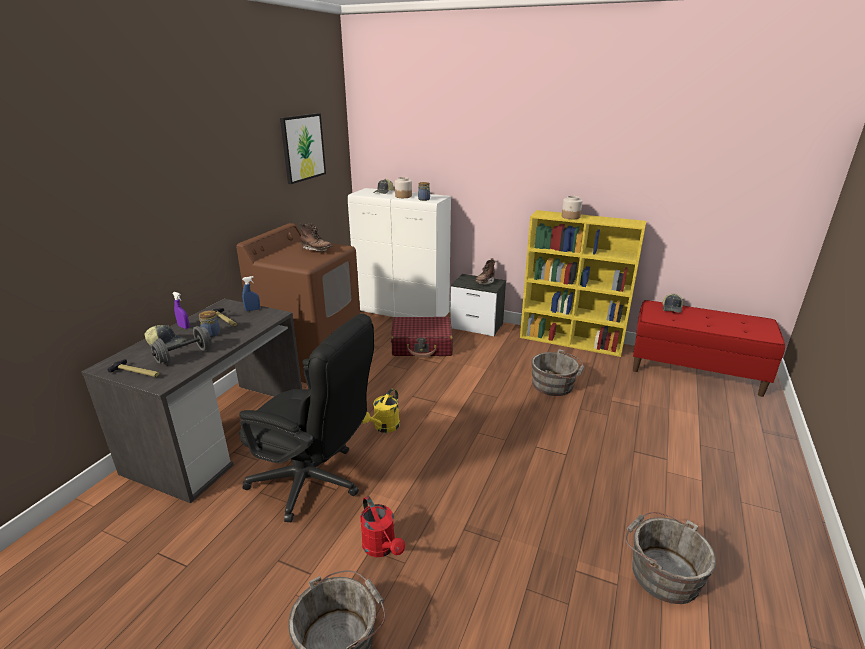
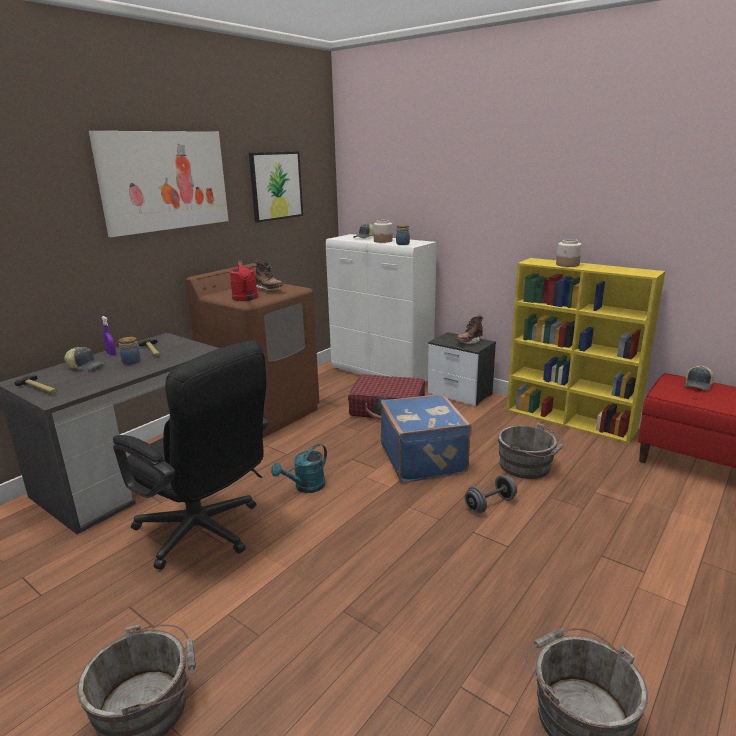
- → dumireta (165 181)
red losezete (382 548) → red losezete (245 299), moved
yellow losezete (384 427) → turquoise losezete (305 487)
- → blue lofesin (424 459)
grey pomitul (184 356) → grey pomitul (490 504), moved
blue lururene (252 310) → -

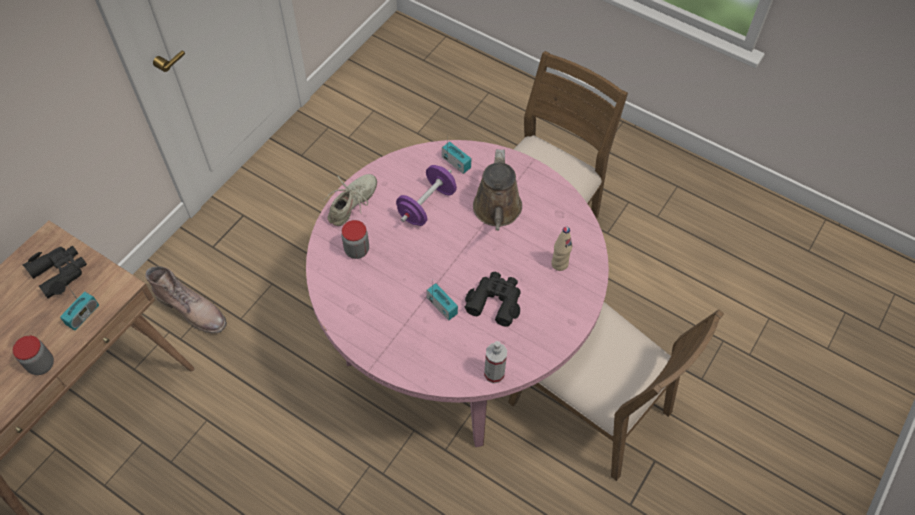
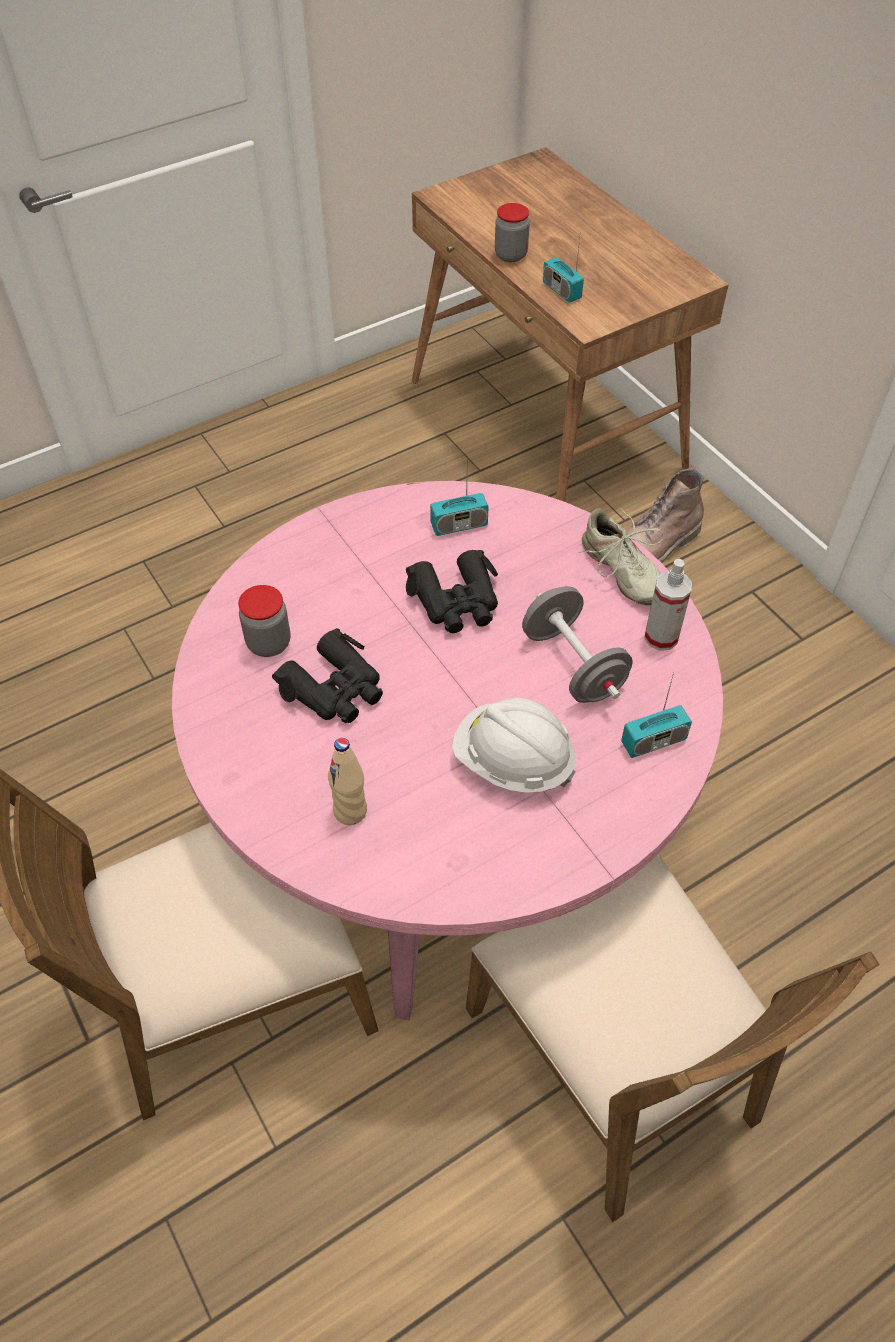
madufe (357 250) → madufe (269 643), moved
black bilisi (60 272) → black bilisi (456 601), moved
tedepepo (442 306) → tedepepo (459 525), moved
brown losezete (497 211) → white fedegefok (512 762)
purple pomitul (427 205) → grey pomitul (573 665)
lururene (494 373) → lururene (661 637), moved

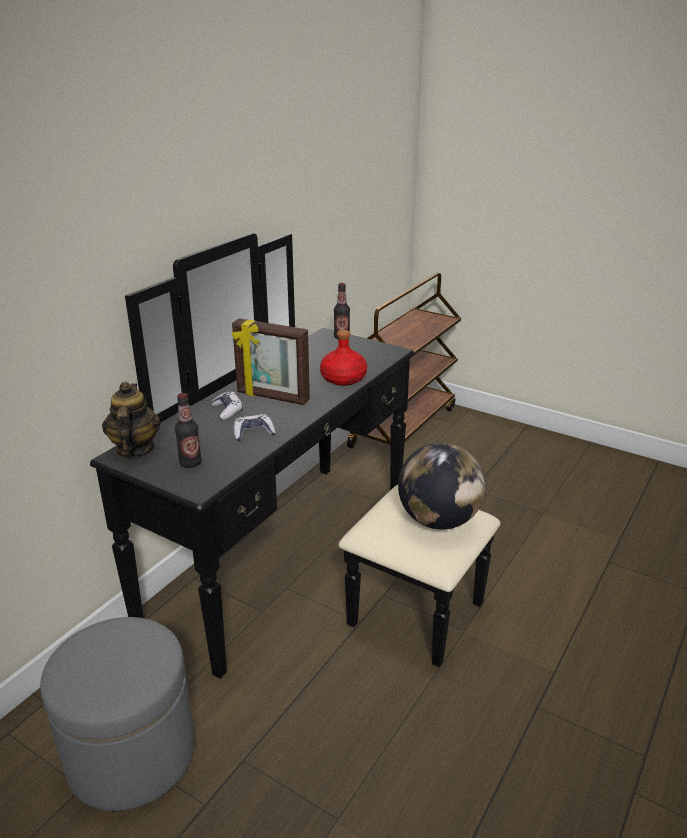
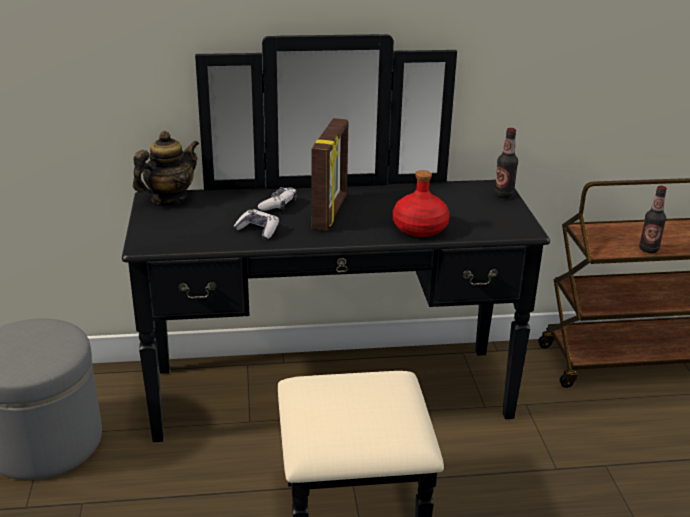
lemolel (272 397) → lemolel (331 213), 150 degrees counterclockwise
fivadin (190 463) → fivadin (648 249), moved
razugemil (438 520) → -

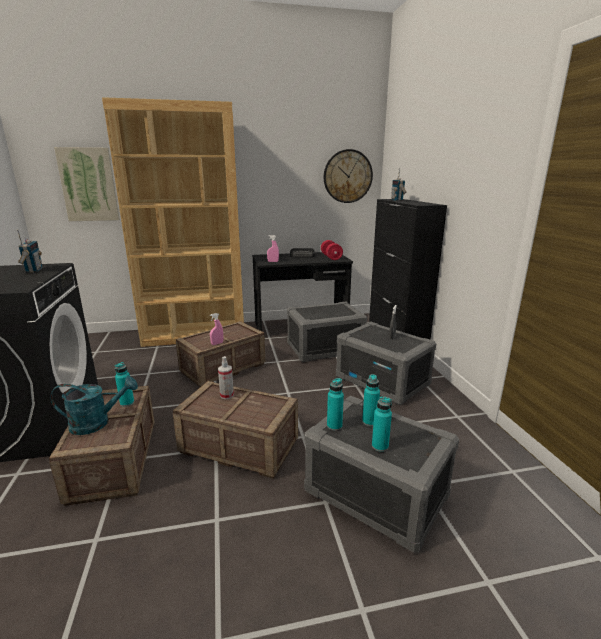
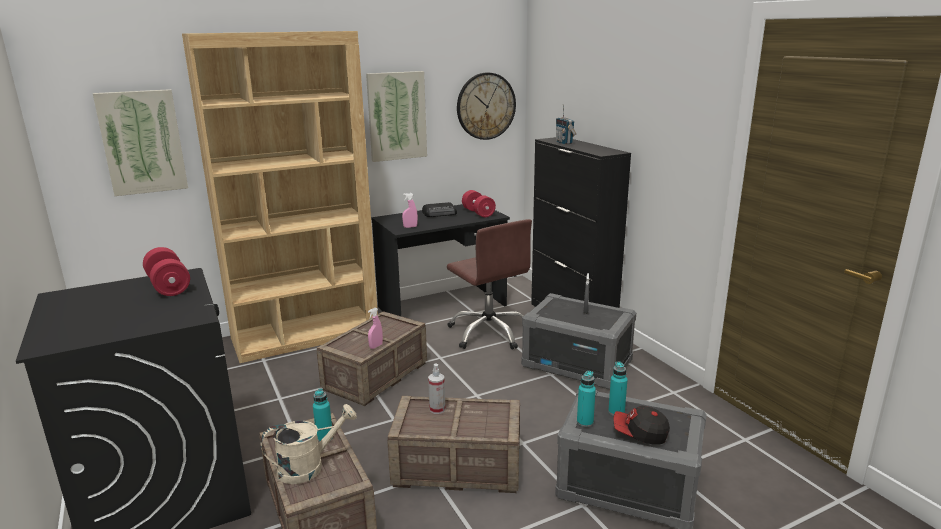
tedepepo (33 270) → red pomitul (168 286)
turquoise losezete (97 423) → beige losezete (309 467)
- → dumireta (396 116)
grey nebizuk (324 348) → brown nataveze (489 332)
turquoise fivadin (380 446) → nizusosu (640 434)

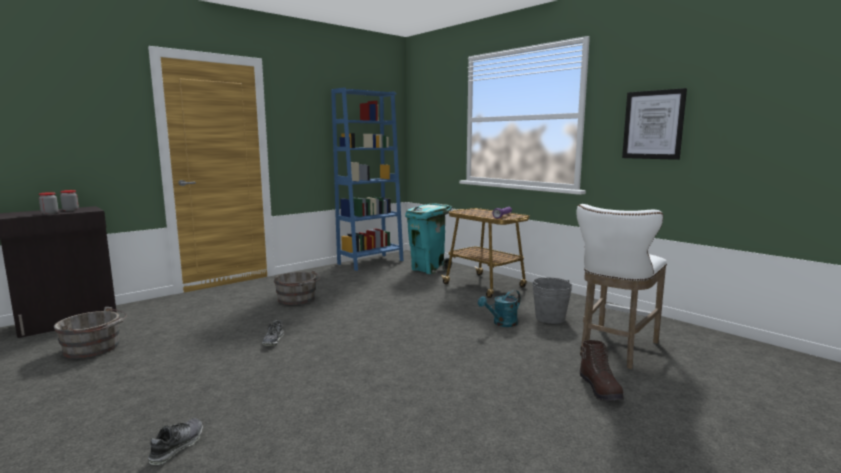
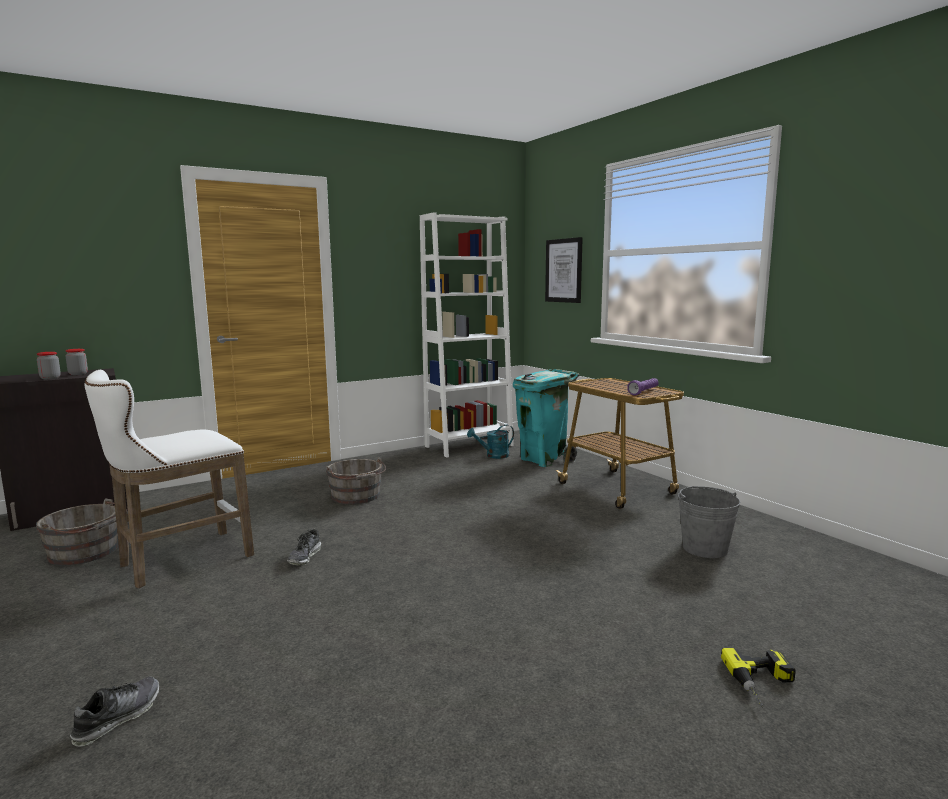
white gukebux (615 349) → white gukebux (179 561), moved
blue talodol (370 262) → white talodol (469 446)
turquoise losezete (501 323) → turquoise losezete (493 456), moved
dumireta (653 125) → dumireta (564 270), moved
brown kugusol (600 389) → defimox (764 685)

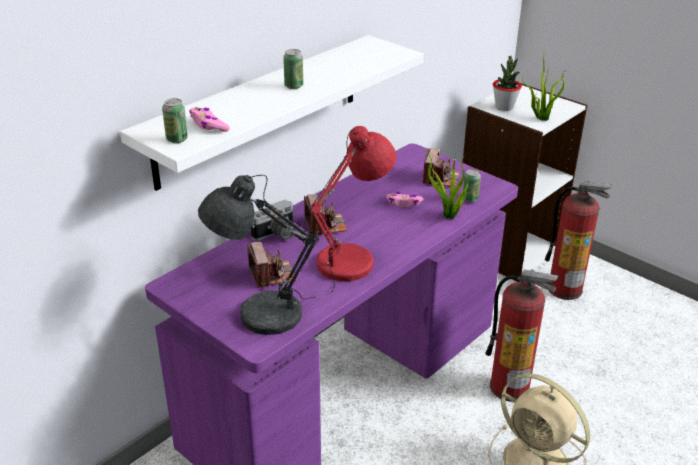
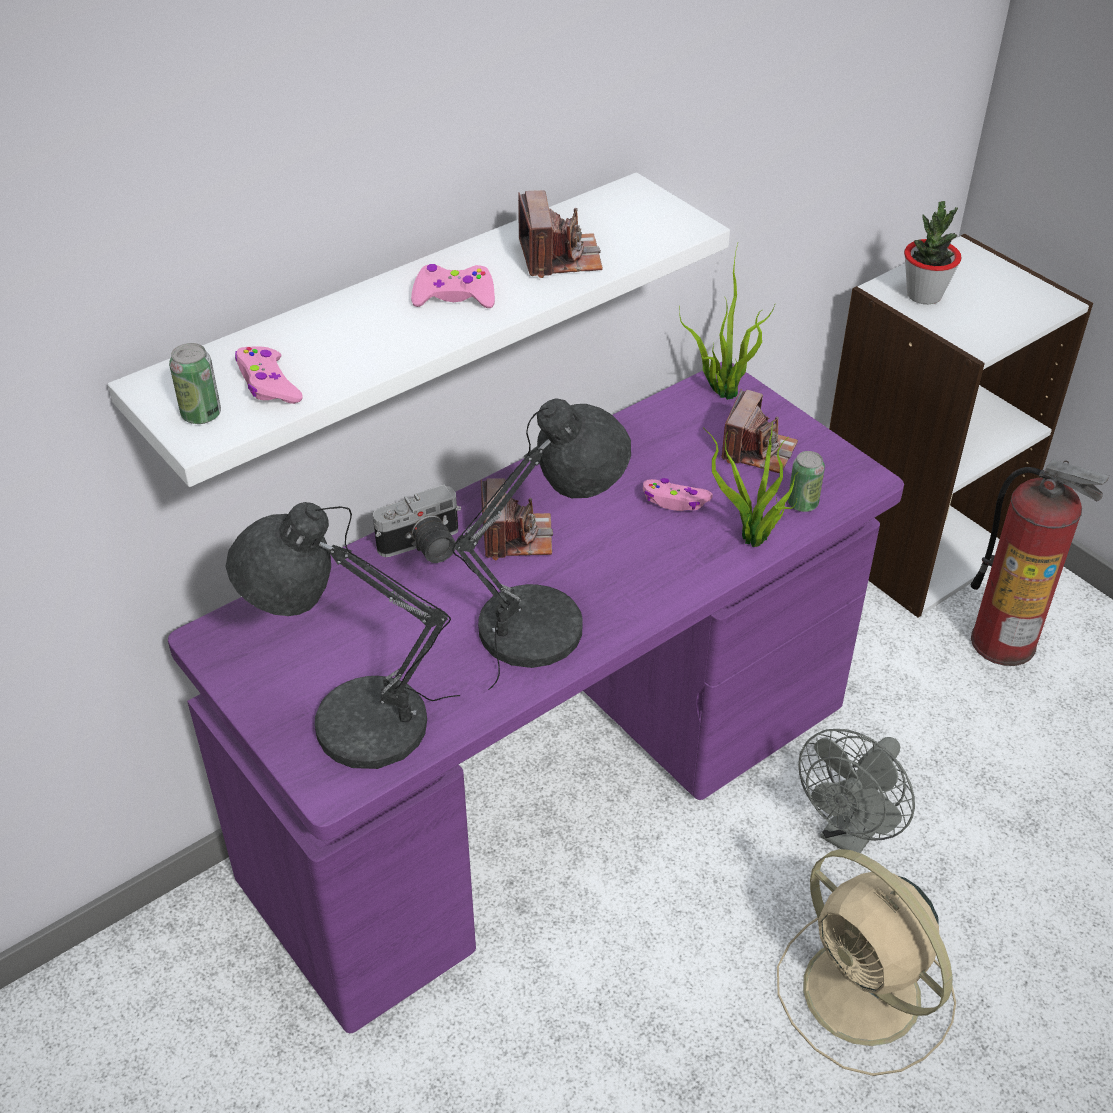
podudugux (293 86) → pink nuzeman (454 297)
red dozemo (351 261) → grey dozemo (544 624)
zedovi (272 275) → zedovi (559 257), moved
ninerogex (540 118) → ninerogex (722 390), moved
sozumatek (510 387) → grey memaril (850 835)

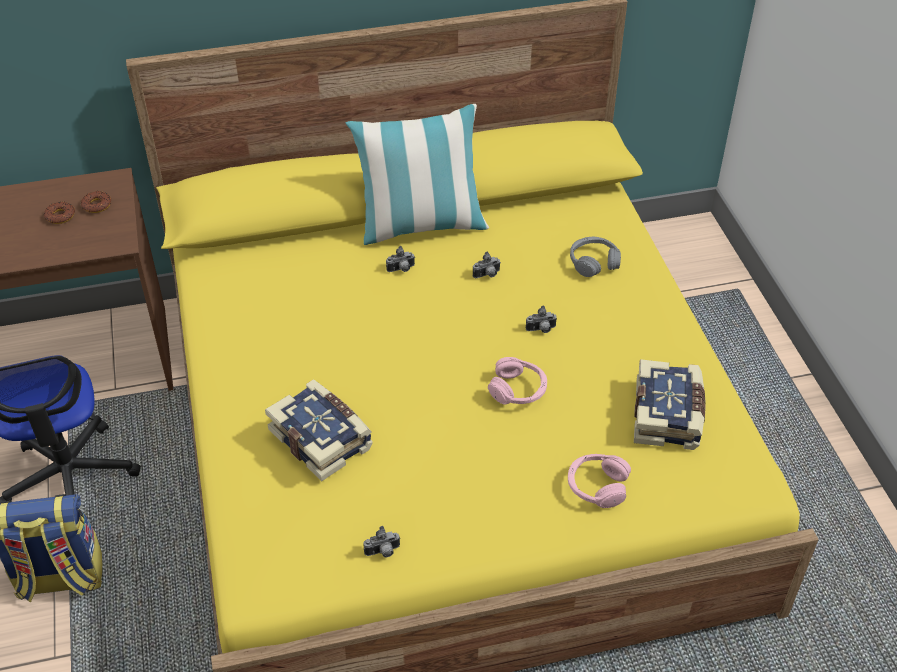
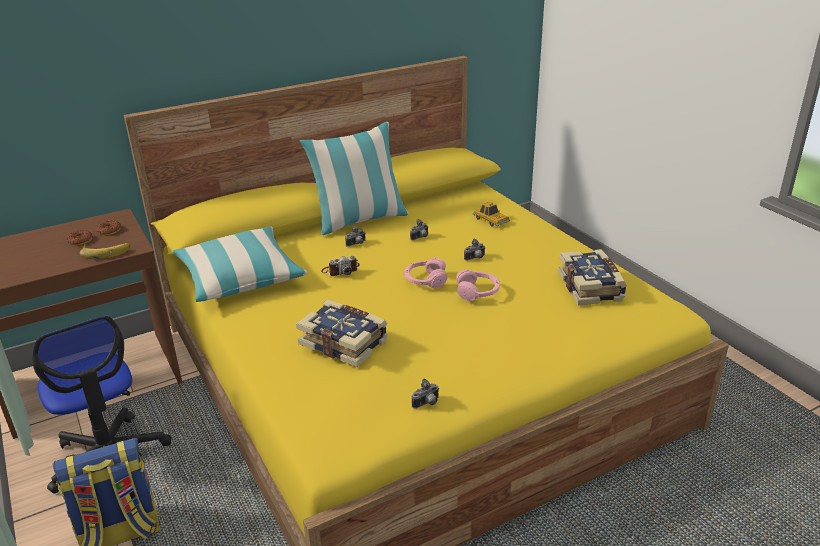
- → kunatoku (105 251)
- → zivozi (240 277)
- → zedovi (340 270)
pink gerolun (597 486) → pink gerolun (425 280), moved
grey gerolun (593 262) → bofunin (491 220)

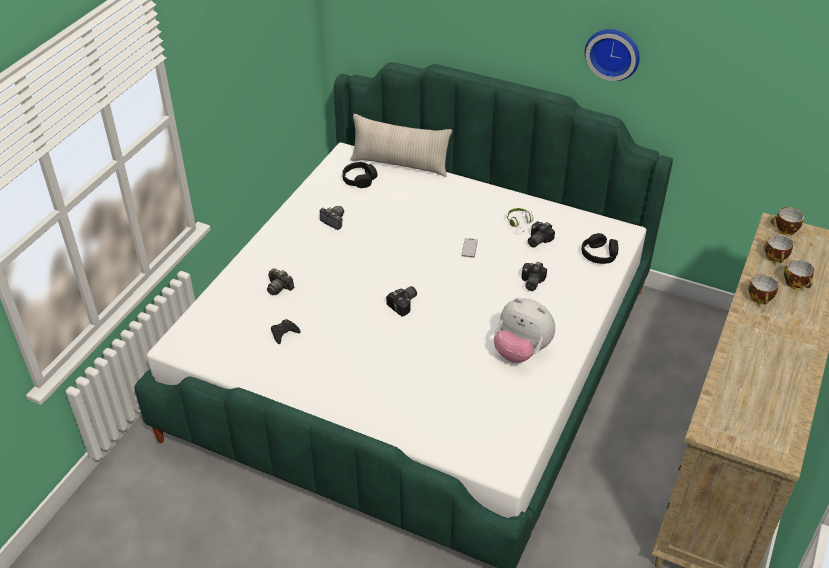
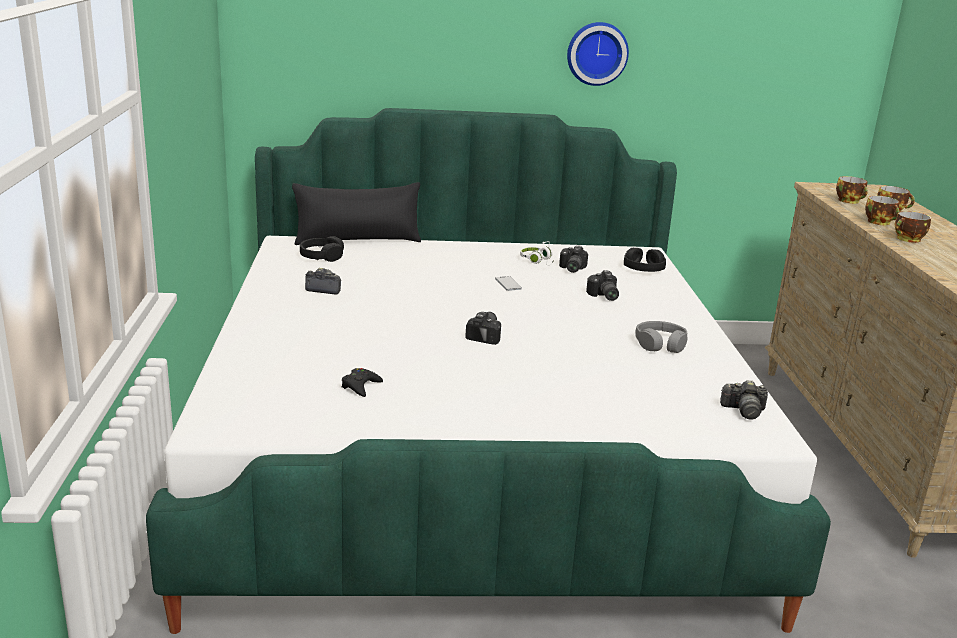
beige zivozi (400 164) → black zivozi (358 240)
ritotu (521 351) → grey gerolun (660 344)
zedovi (279 287) → zedovi (743 411), moved
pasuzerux (784 230) → pasuzerux (908 239), moved

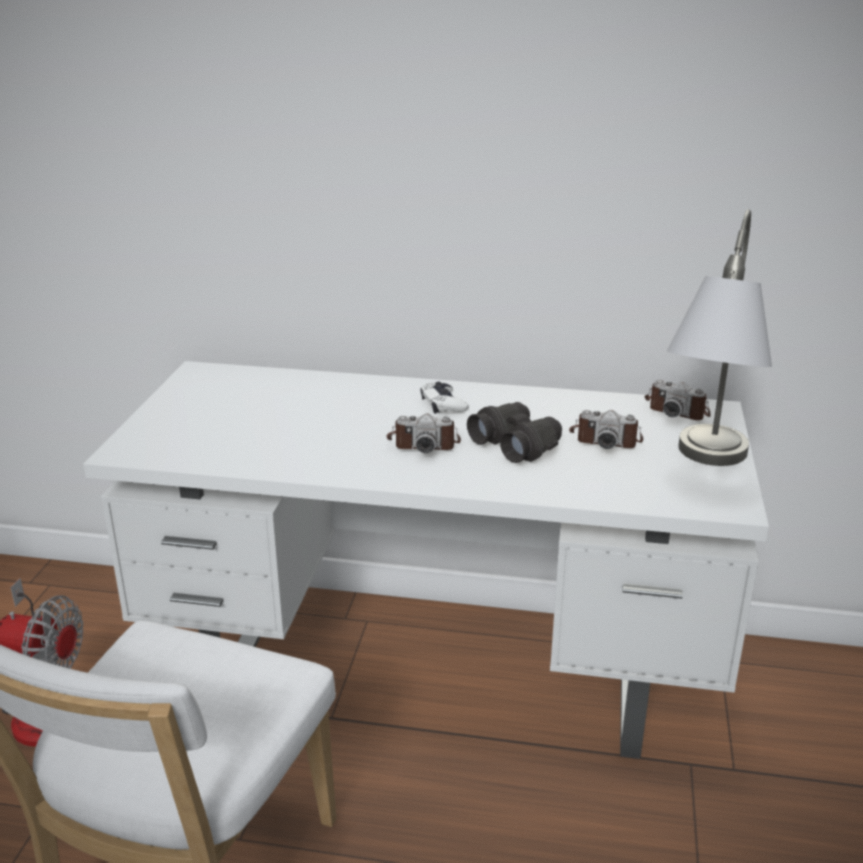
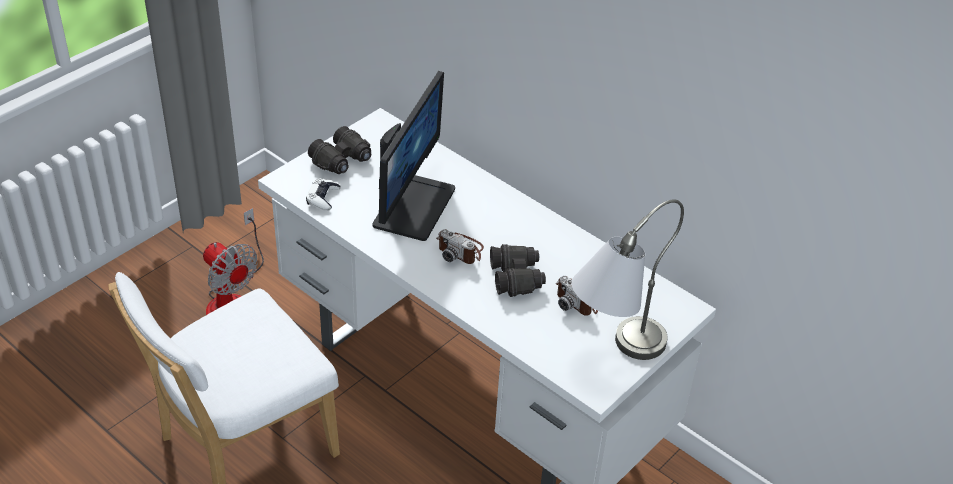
white nuzeman (443 403) → white nuzeman (323 198), moved
- → black bilisi (342 161)
- → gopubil (412 206)
zedovi (678 410) → -

